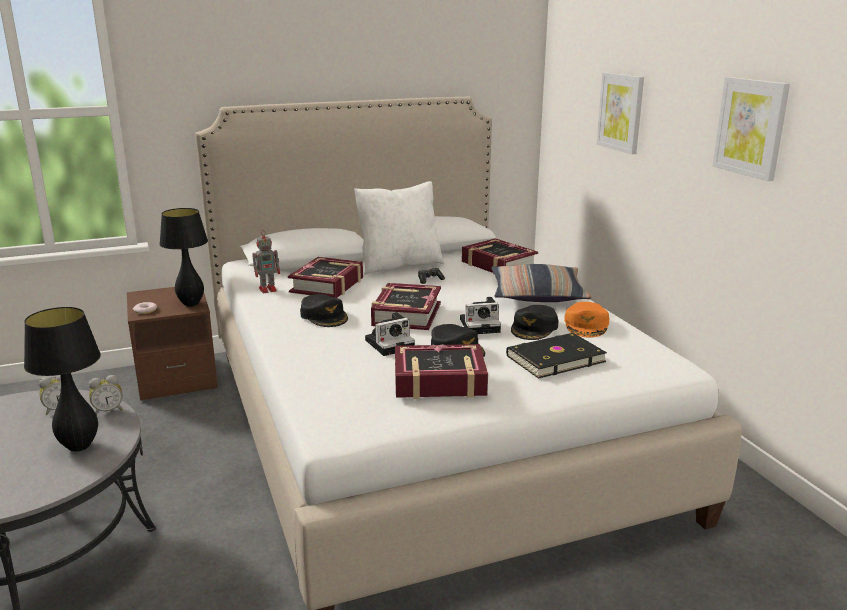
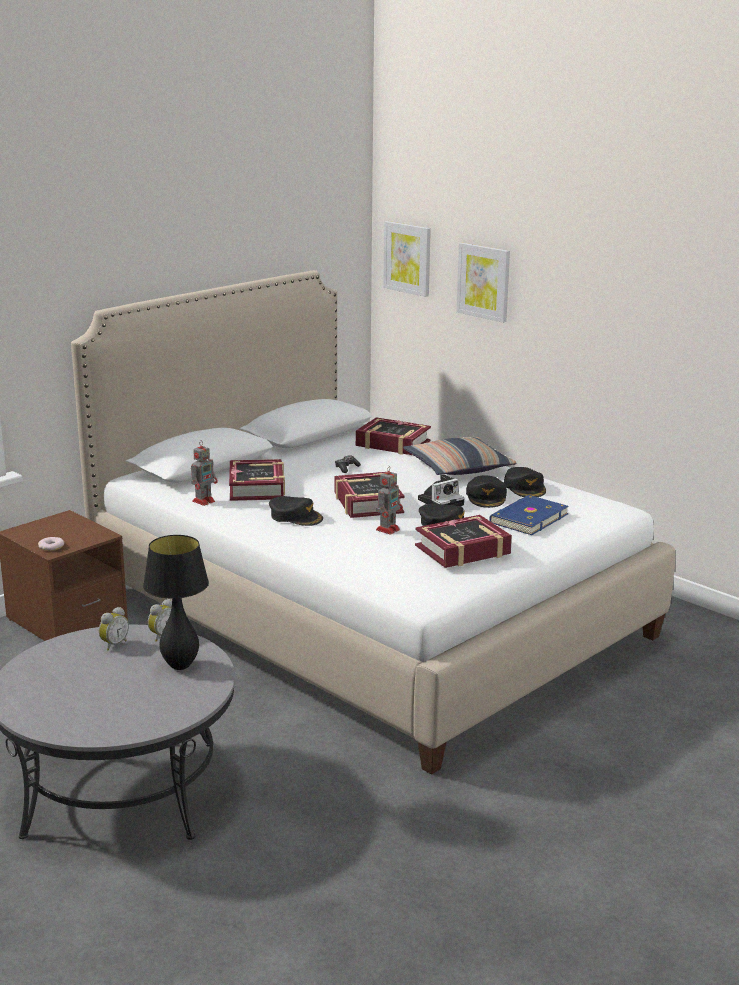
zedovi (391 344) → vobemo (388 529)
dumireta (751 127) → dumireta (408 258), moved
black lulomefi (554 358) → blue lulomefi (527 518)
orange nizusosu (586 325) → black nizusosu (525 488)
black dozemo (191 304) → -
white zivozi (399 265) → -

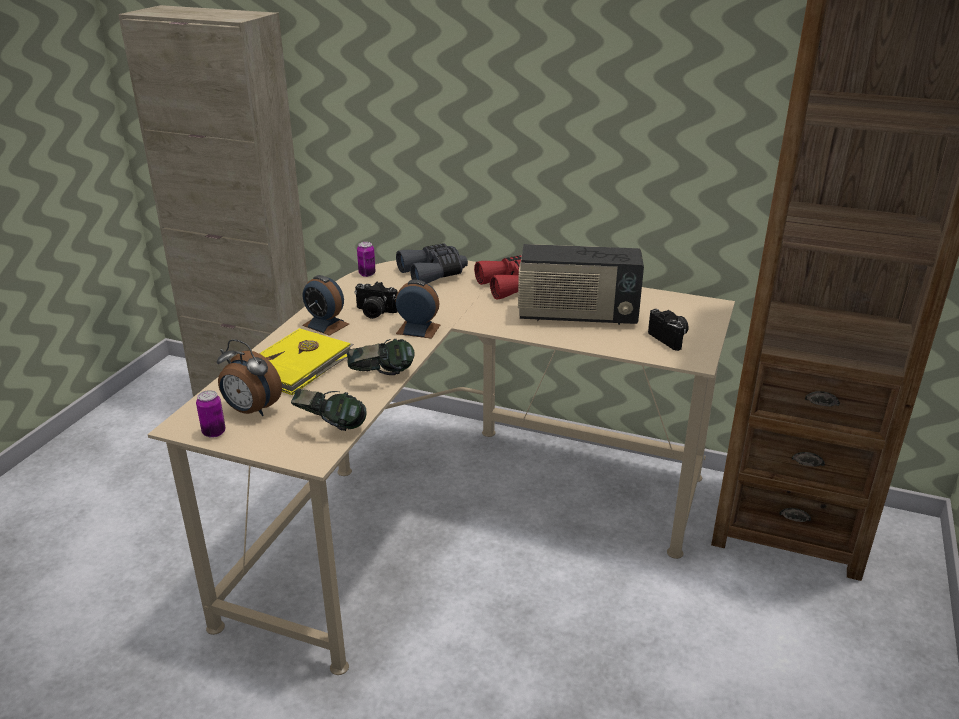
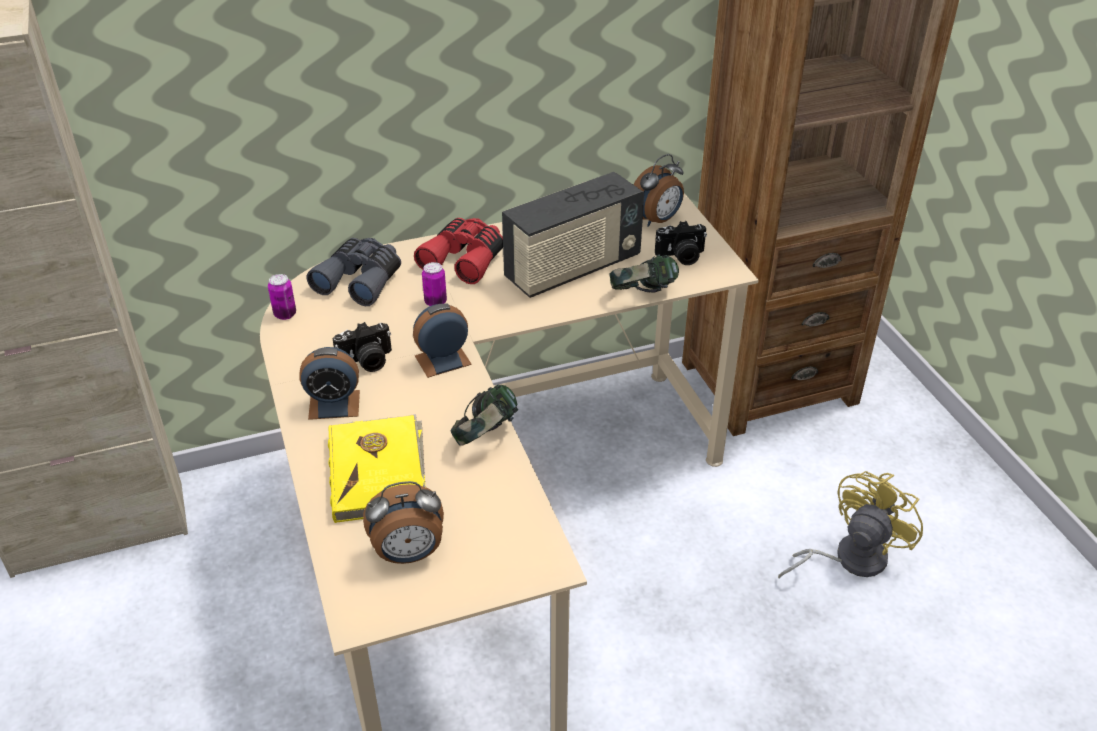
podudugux (214 432) → podudugux (435 302), moved
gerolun (330 428) → gerolun (642 295), moved
- → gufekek (657 220)
zedovi (670 338) → zedovi (681 257), 150 degrees clockwise
- → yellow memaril (849 559)

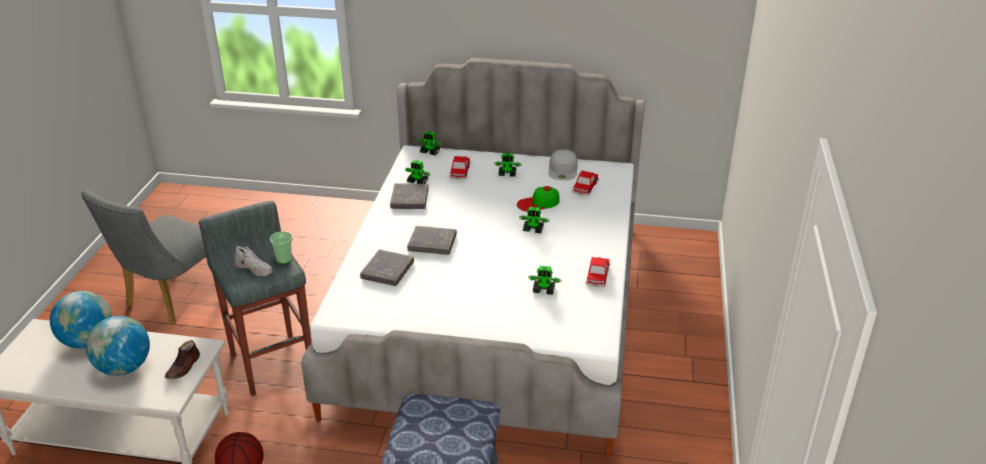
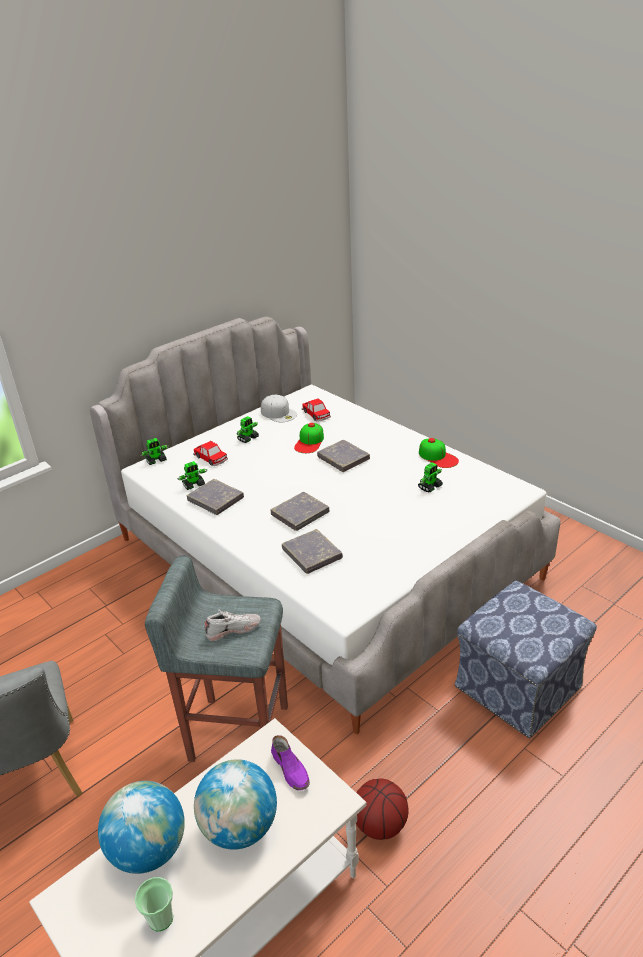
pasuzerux (284 259) → pasuzerux (161 918), moved
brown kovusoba (183 367) → purple kovusoba (291 769)
vobemo (533 229) → grey lulomefi (343 458)
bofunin (597 276) → nizusosu (438 457)

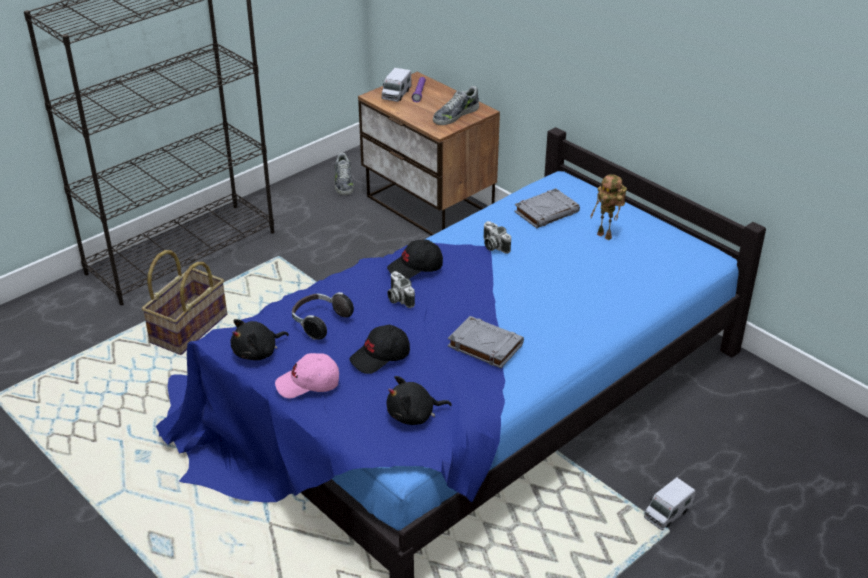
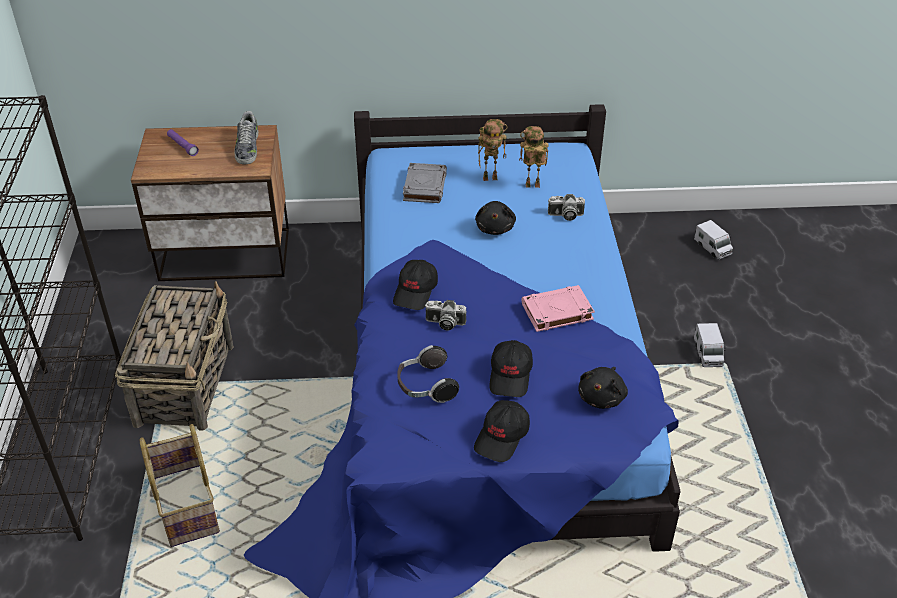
- → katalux (185 383)
pink nizusosu (308 384) → black nizusosu (502 437)
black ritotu (258 352) → black ritotu (495 228), moved
- → vobemo (531 187)
grey lulomefi (484 345) → pink lulomefi (556 312)
zedovi (493 246) → zedovi (565 215), moved
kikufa (396 94) → kikufa (712 248), moved
kovusoba (343 182) → -

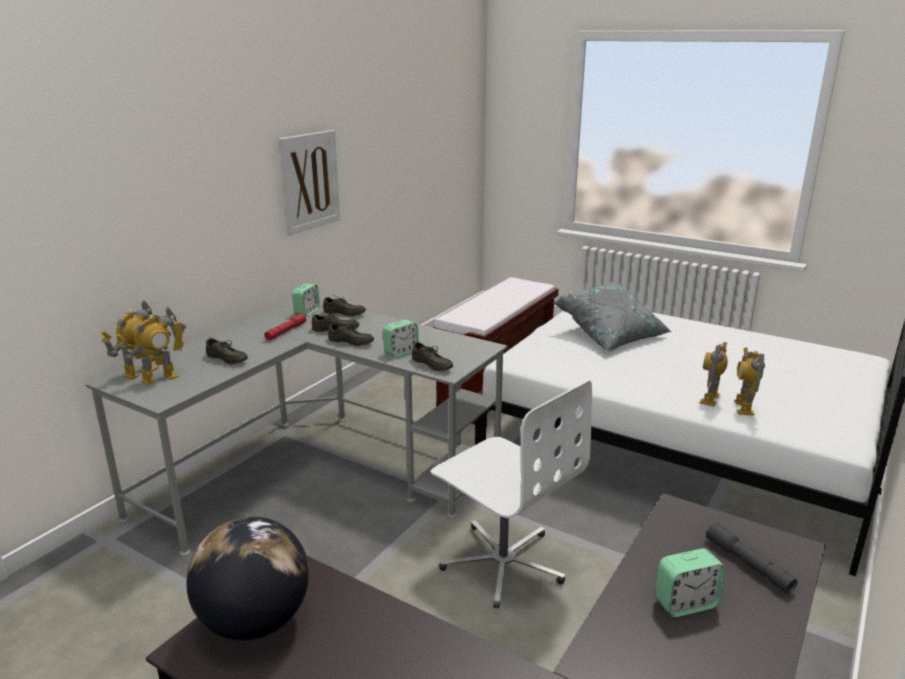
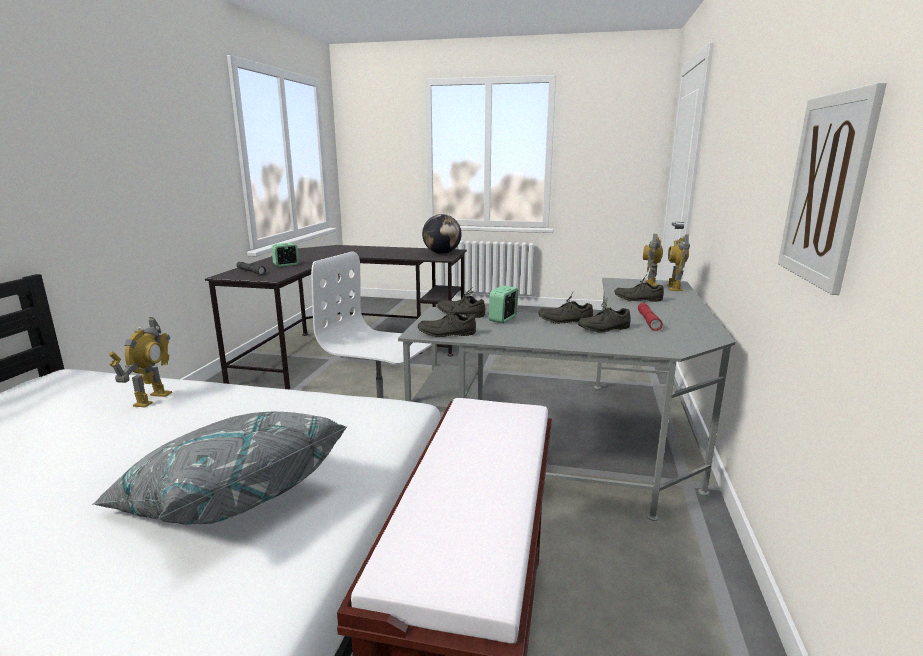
grey kovusoba (344 314) → grey kovusoba (446 333), moved
gufekek (307 312) → -
vobemo (743 407) → -

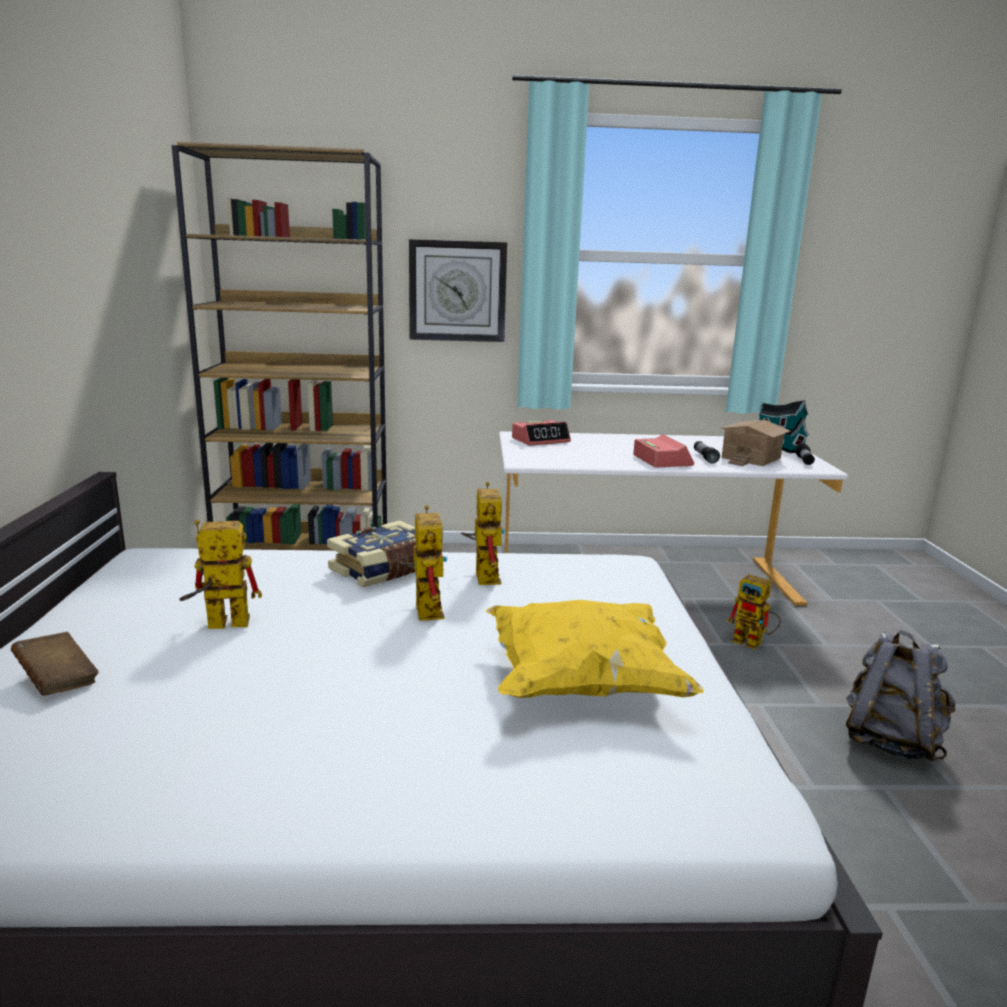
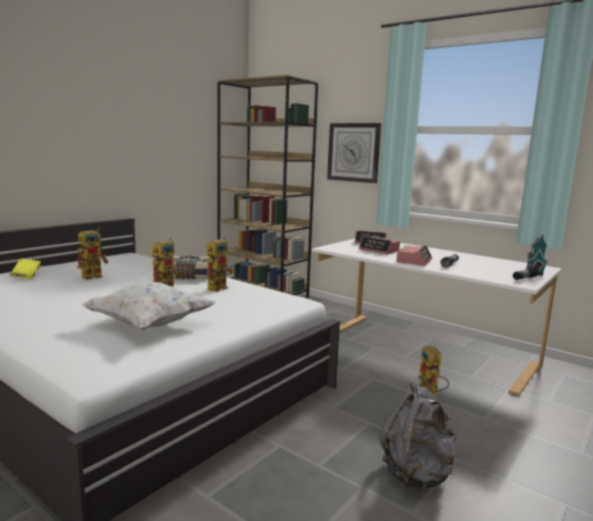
brown lulomefi (58 680) → yellow lulomefi (26 276)
vobemo (218 625) → vobemo (95 276), 105 degrees clockwise
yellow zivozi (581 683) → white zivozi (149 325)
- → gufekek (379 250)
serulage (749 458) → -

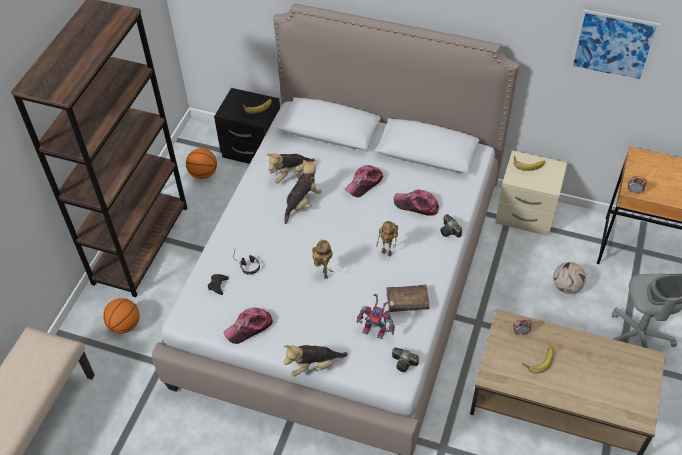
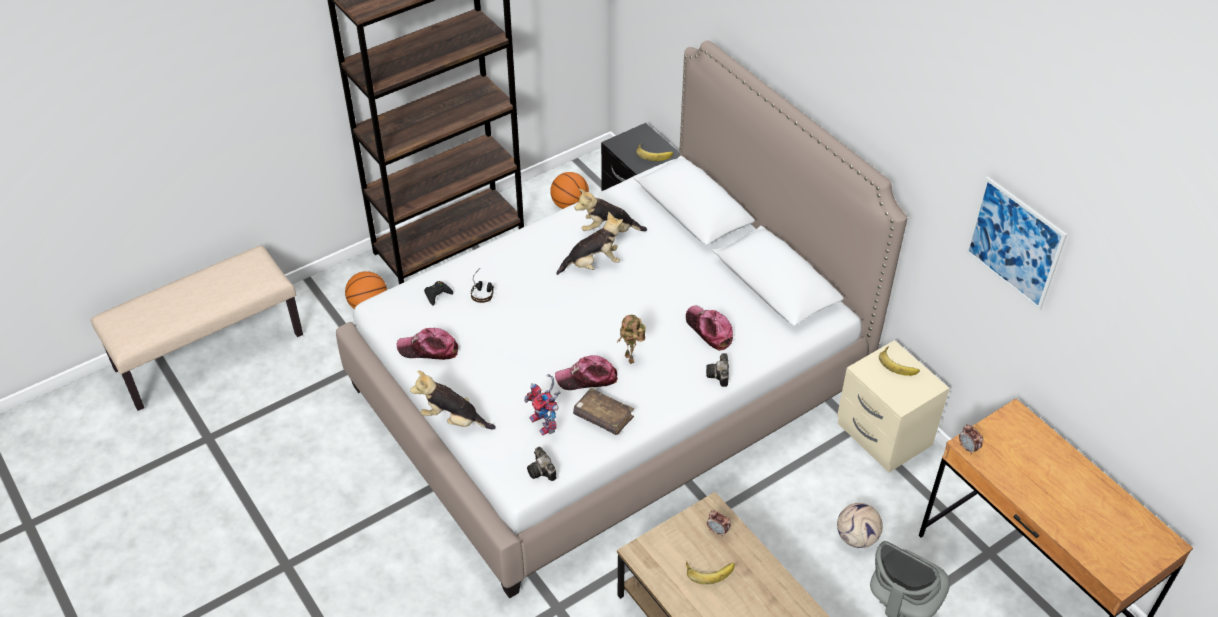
nizusosu (364 183) → nizusosu (587 378), moved
vobemo (323 274) → -

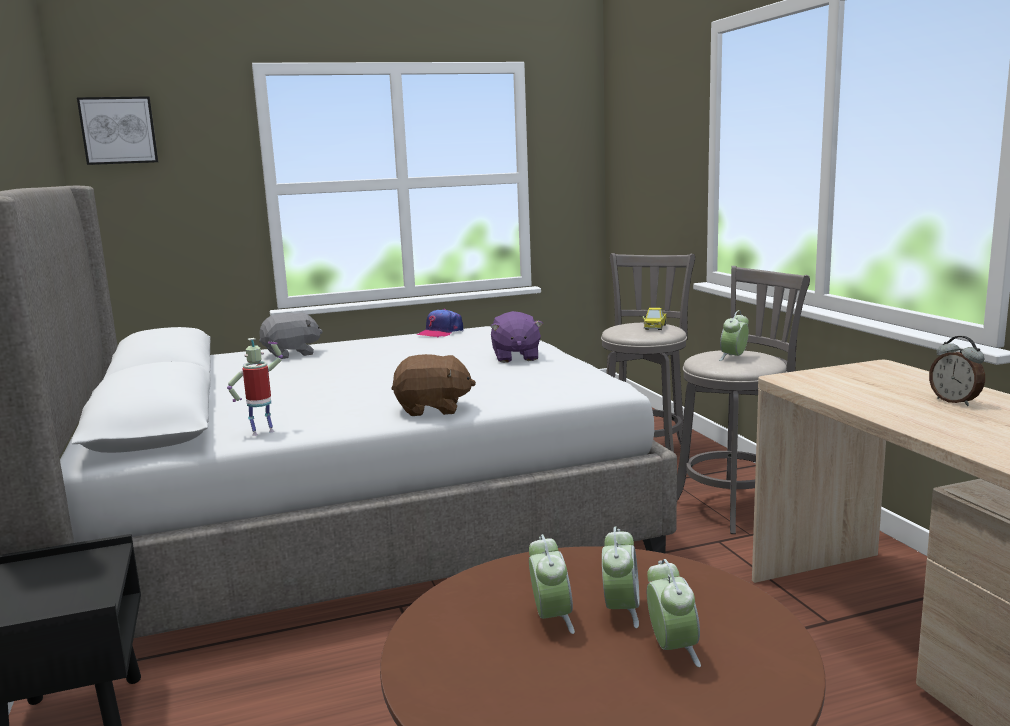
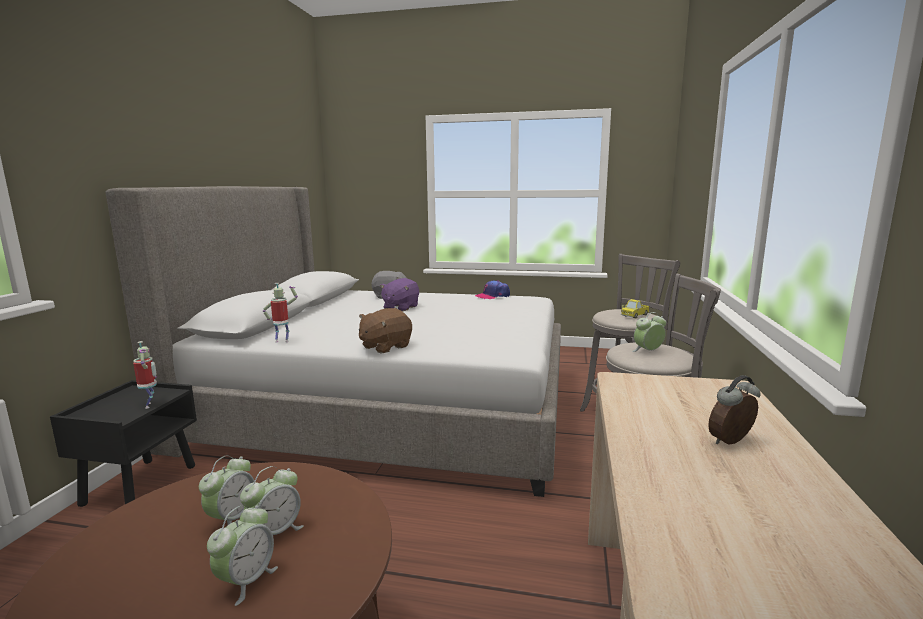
- → vobemo (151 405)
brown ritotu (432 409) → brown ritotu (385 347), 105 degrees clockwise
purple ritotu (515 357) → purple ritotu (400 307), moved
gufekek (955 401) → gufekek (732 442), 60 degrees clockwise
dumireta (118 130) → -

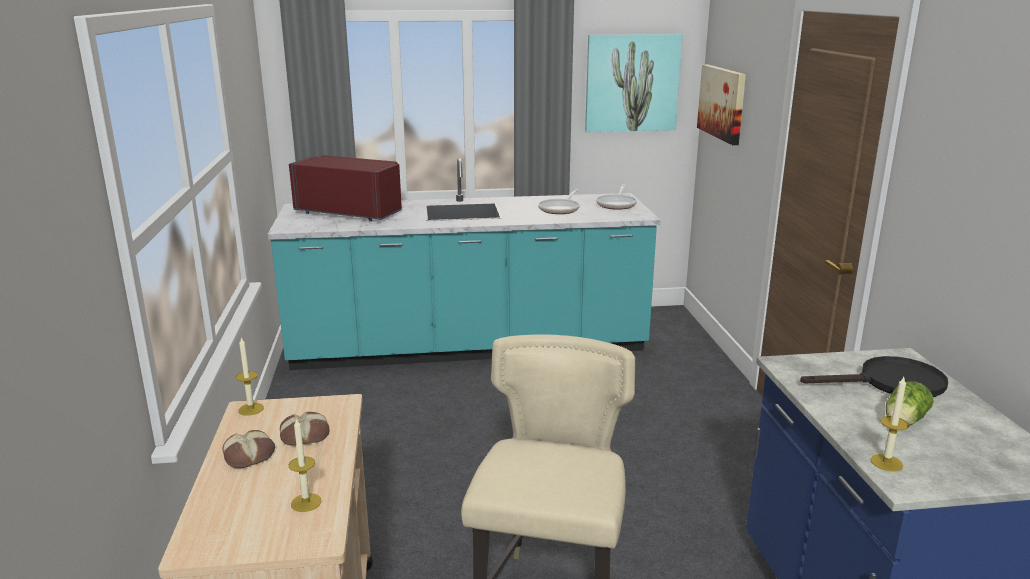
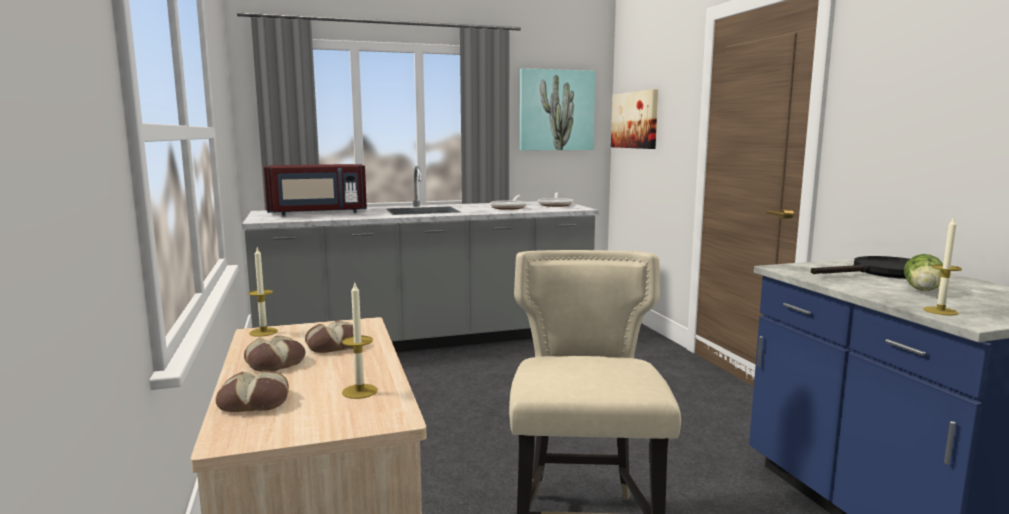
- → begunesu (255 401)
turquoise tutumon (468 346) → grey tutumon (429 339)
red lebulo (350 212) → red lebulo (318 213), 150 degrees clockwise

